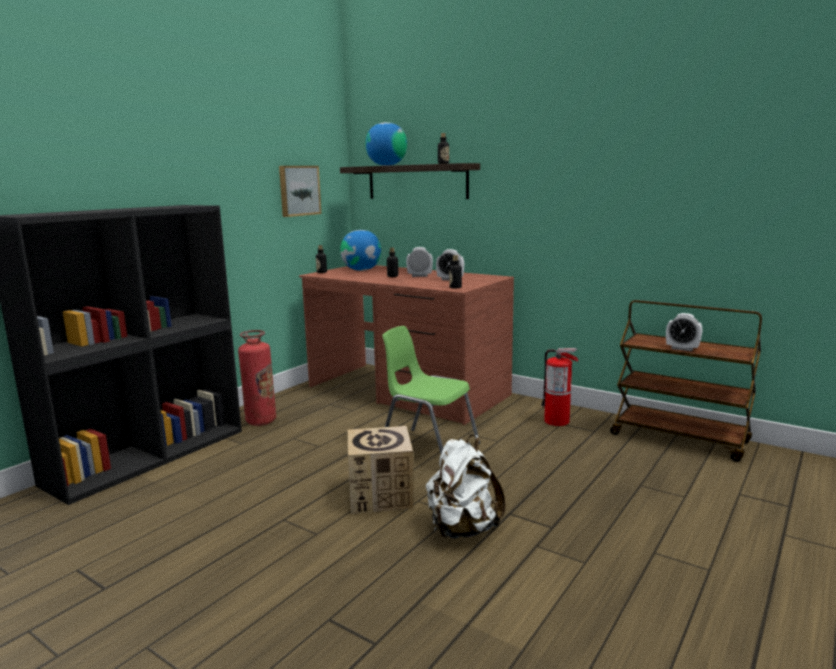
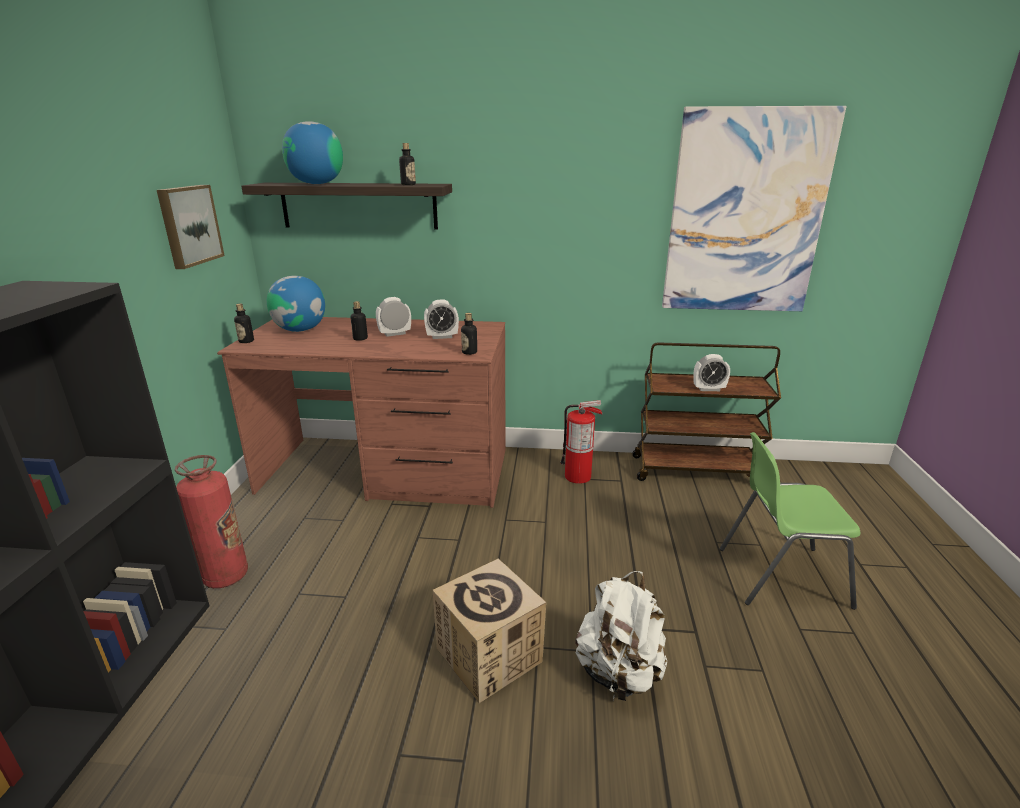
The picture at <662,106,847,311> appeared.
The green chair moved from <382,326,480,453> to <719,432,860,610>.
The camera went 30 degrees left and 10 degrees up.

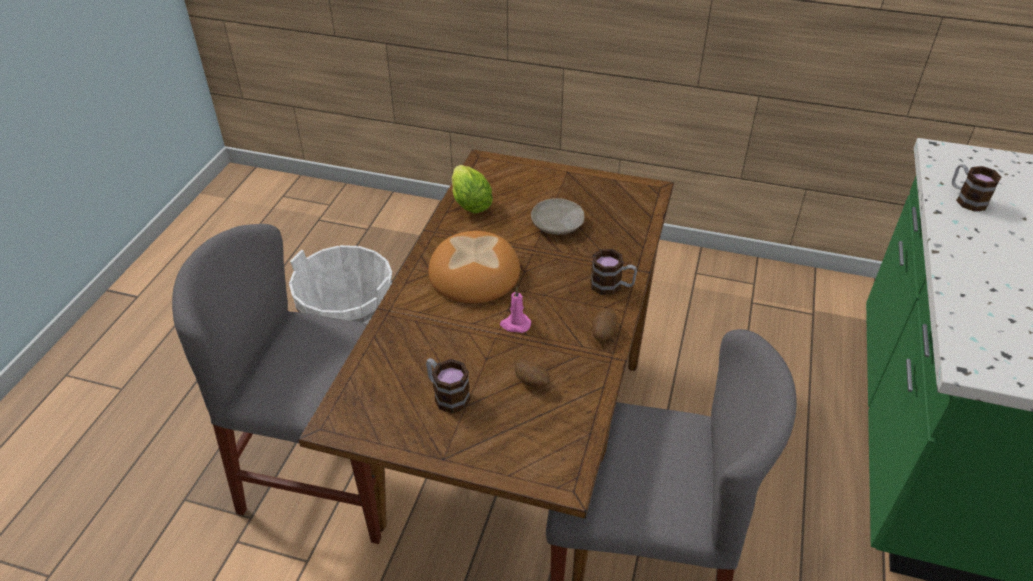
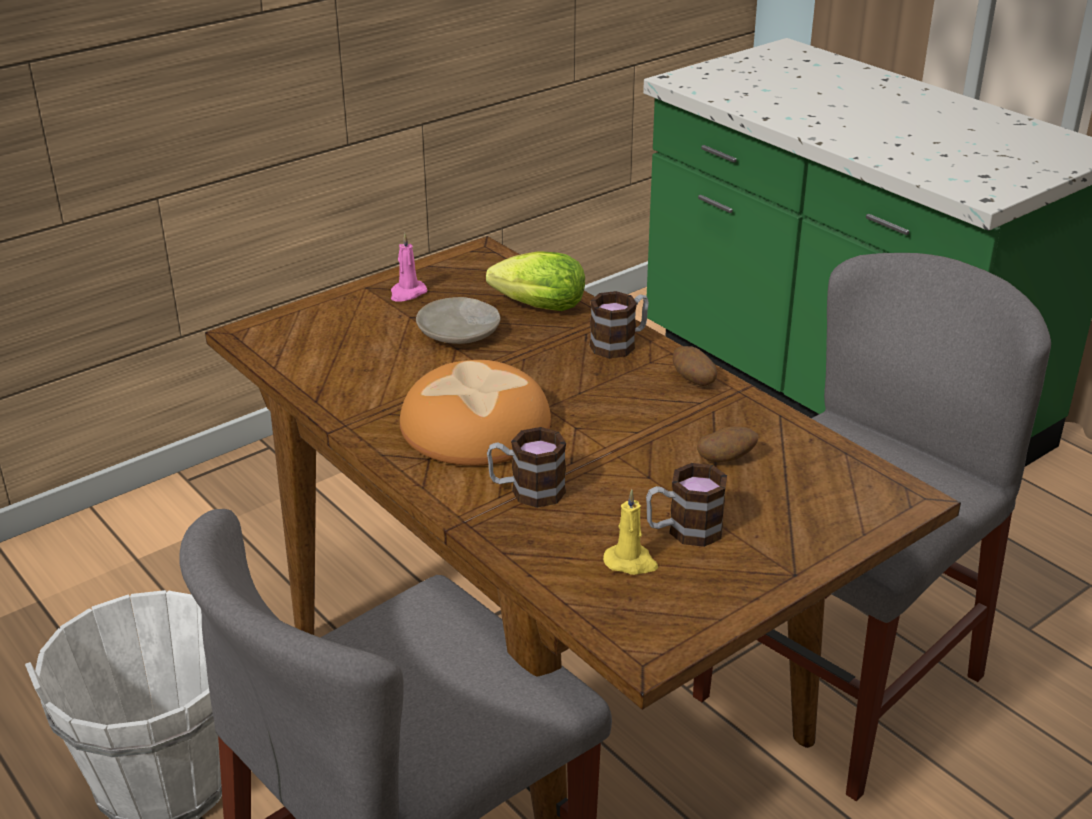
The pink candle moved from <500,287,531,333> to <391,233,427,302>.
The lettuce moved from <452,165,493,213> to <486,251,585,311>.
The mug moved from <952,164,1001,212> to <487,427,566,508>.
The yellow candle at <603,490,658,575> appeared.
The camera went 55 degrees left and 10 degrees down.

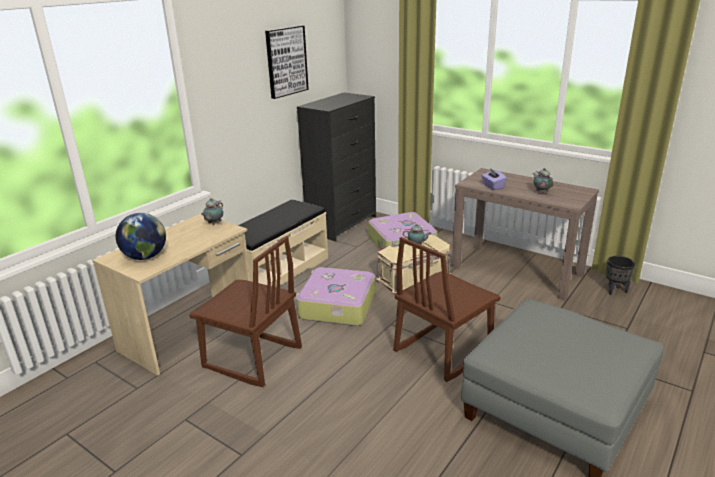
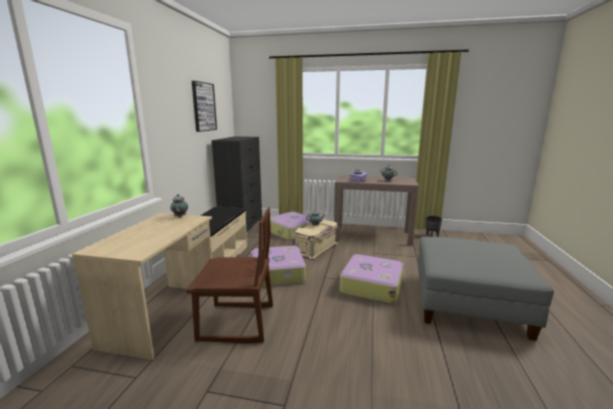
The brown chair at <394,237,501,382> was replaced by the suitcase at <340,254,404,304>.
The globe at <116,213,166,260> disappeared.
The camera went 25 degrees left and 10 degrees down.

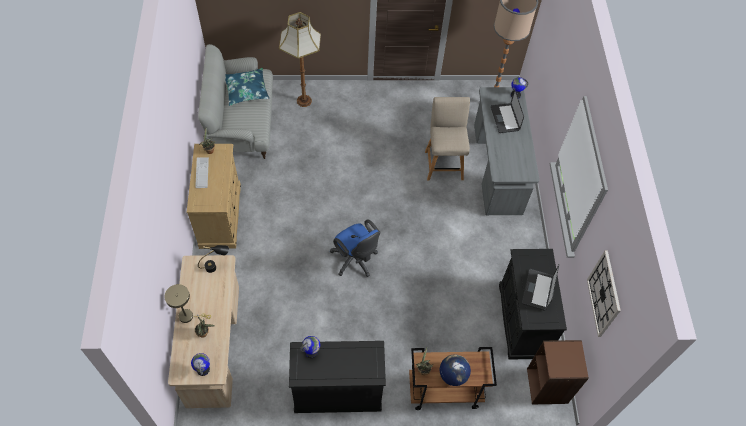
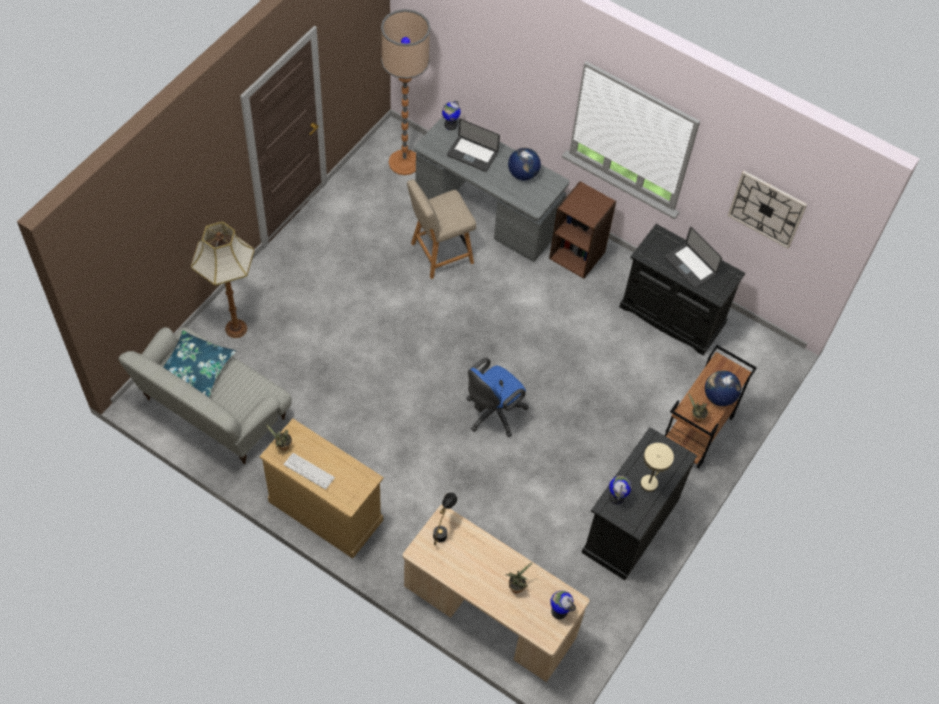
The beige chair at <425,97,470,180> turned 60 degrees counterclockwise.
The blue office chair at <330,219,380,277> turned 135 degrees clockwise.
The globe at <508,148,541,181> appeared.
The brown bookcase moved from <527,340,589,404> to <549,181,616,279>.
The beige table lamp moved from <164,284,211,323> to <640,443,674,492>.
The camera went 55 degrees left and 0 degrees up.

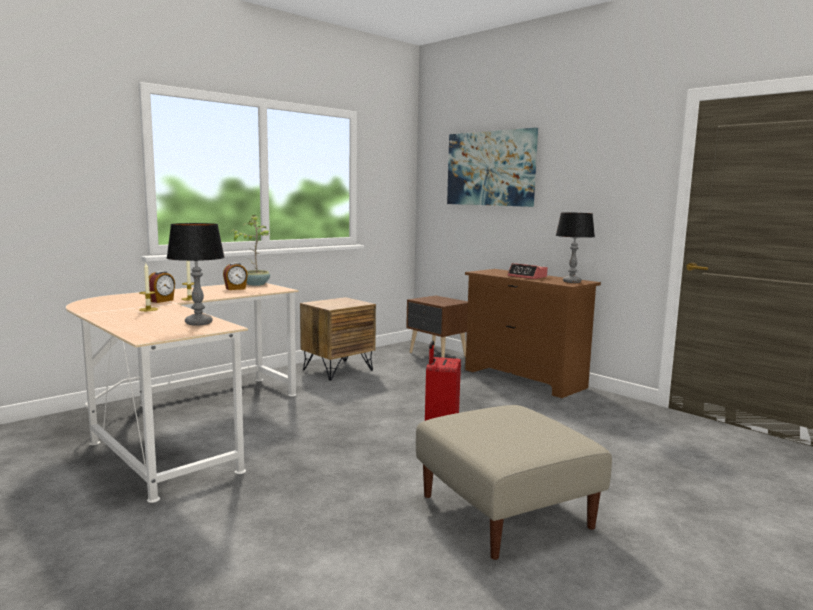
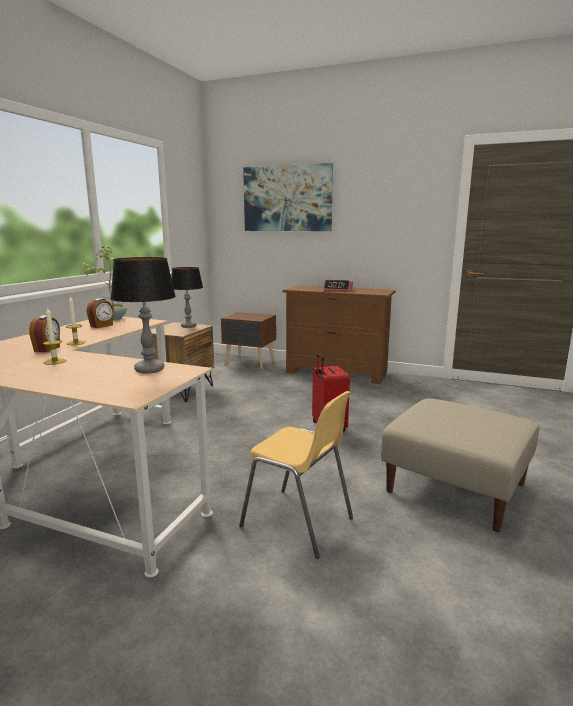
The table lamp moved from <556,212,595,283> to <171,267,203,328>.
The yellow chair at <239,391,353,559> appeared.
The camera went 25 degrees left and 5 degrees up.

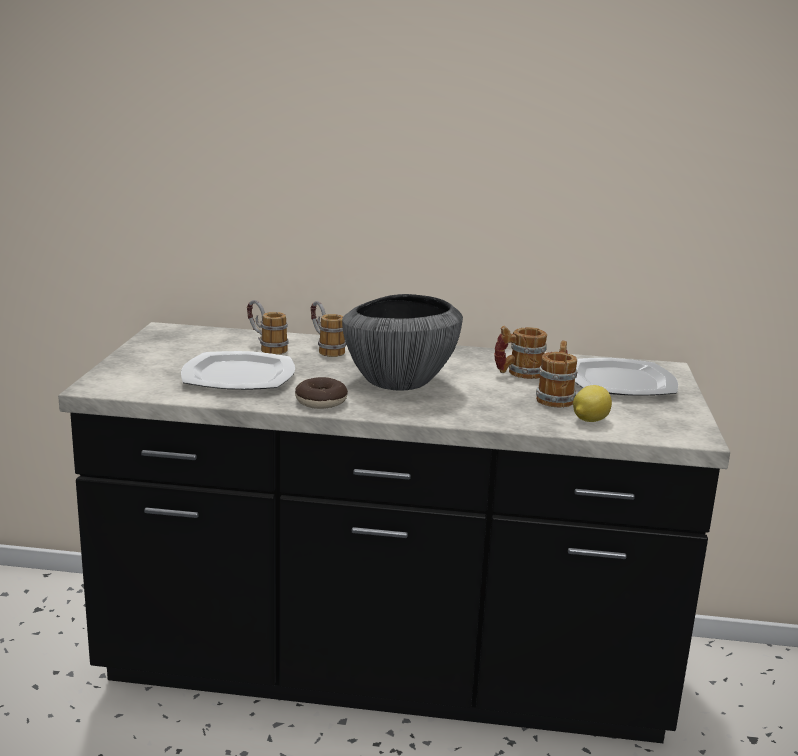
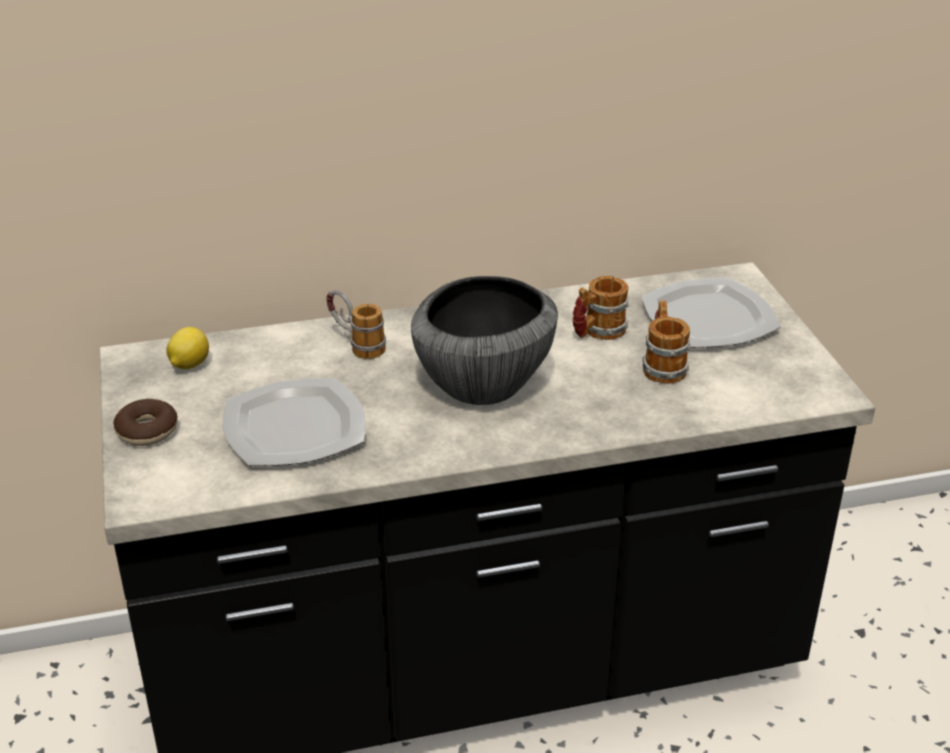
The donut moved from <295,377,348,409> to <113,399,178,446>.
The lemon moved from <573,385,612,422> to <166,327,209,369>.
The mug at <247,300,288,355> disappeared.
The camera went 20 degrees left and 15 degrees up.

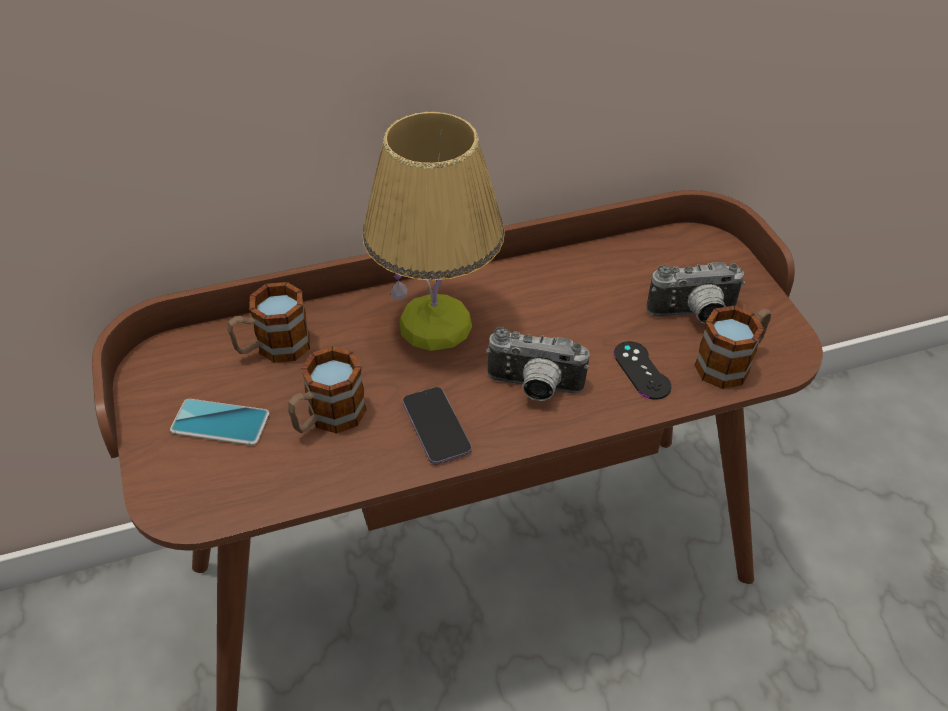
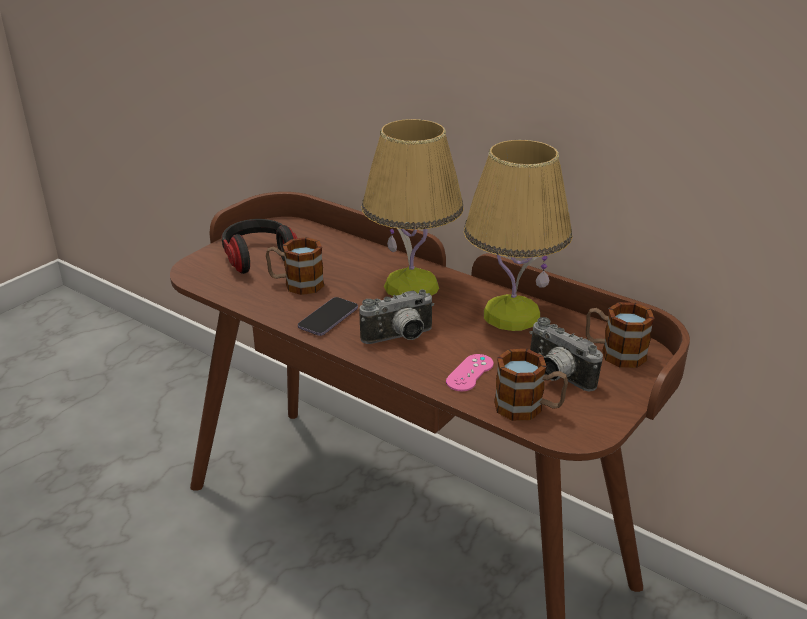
The phone at <170,399,270,445> was replaced by the headphones at <222,219,297,274>.
The photo camera at <486,327,589,401> turned 90 degrees counterclockwise.
The black game controller at <614,341,671,400> became the pink game controller at <446,354,494,391>.
The table lamp at <464,139,572,331> appeared.
The mug moved from <227,282,310,363> to <586,302,655,368>.
The camera went 55 degrees right and 15 degrees down.

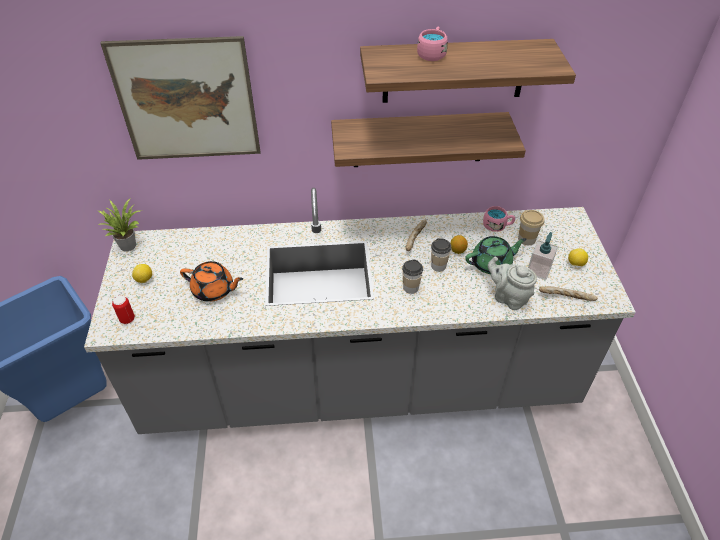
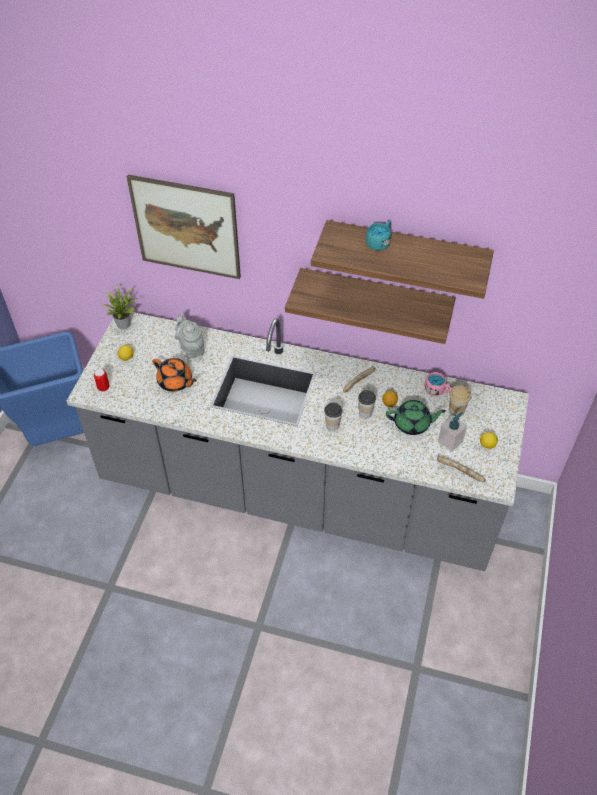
The grey teapot moved from <488,257,537,310> to <175,313,204,358>.
The pink mug at <417,27,448,61> became the turquoise mug at <366,221,391,251>.
The camera went 20 degrees right and 5 degrees up.

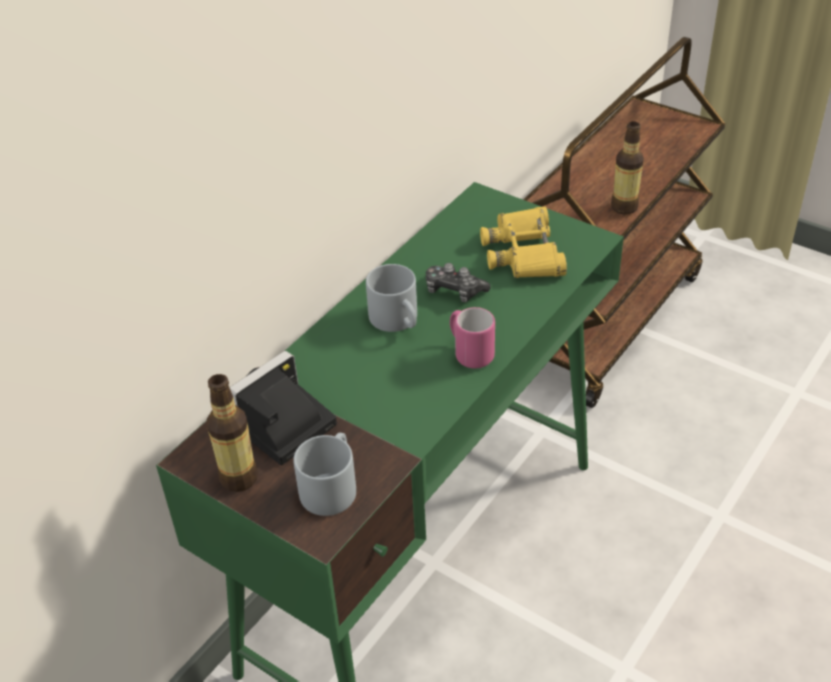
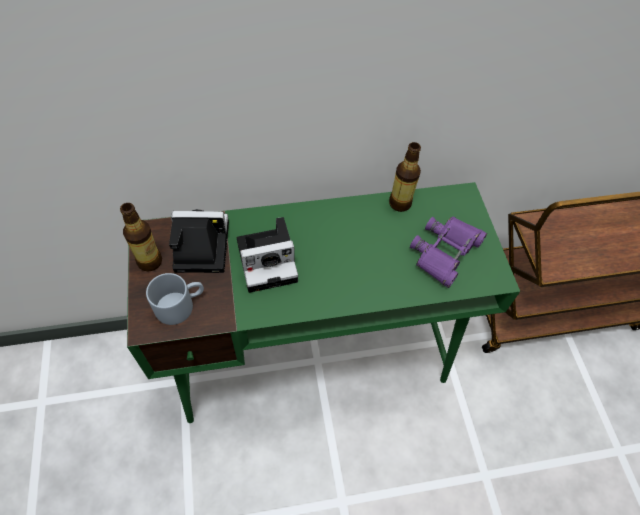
The photo camera at <237,217,298,293> appeared.
The bottle moved from <611,121,644,215> to <389,142,421,212>.
The yellow binoculars at <480,207,567,278> became the purple binoculars at <410,216,487,288>.
The grey mug at <366,264,417,332> disappeared.
The game controller at <426,263,491,302> disappeared.
The pink mug at <450,307,495,368> disappeared.
The camera went 40 degrees right and 15 degrees up.

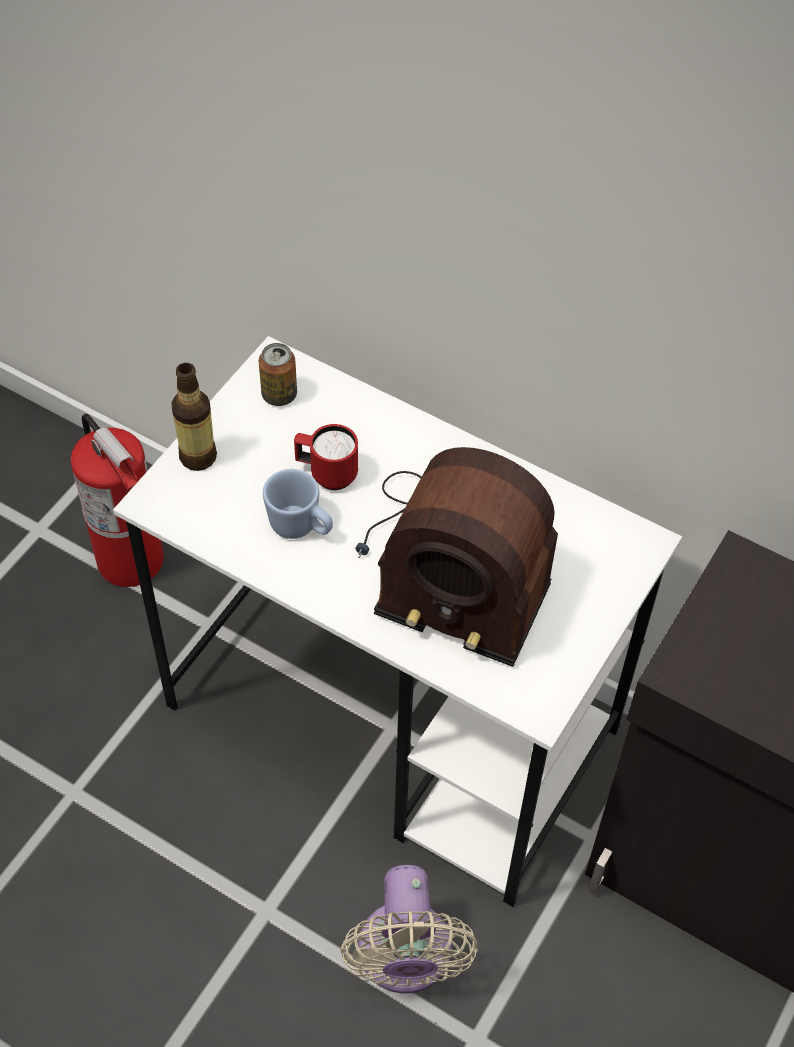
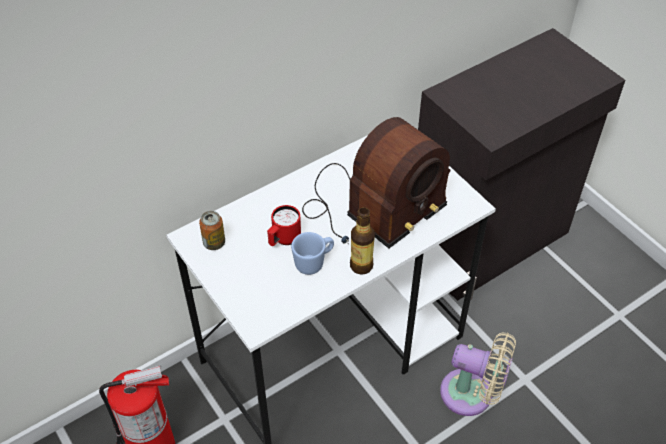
The bottle moved from <172,363,217,471> to <350,207,375,275>.
The camera went 65 degrees left and 5 degrees down.

